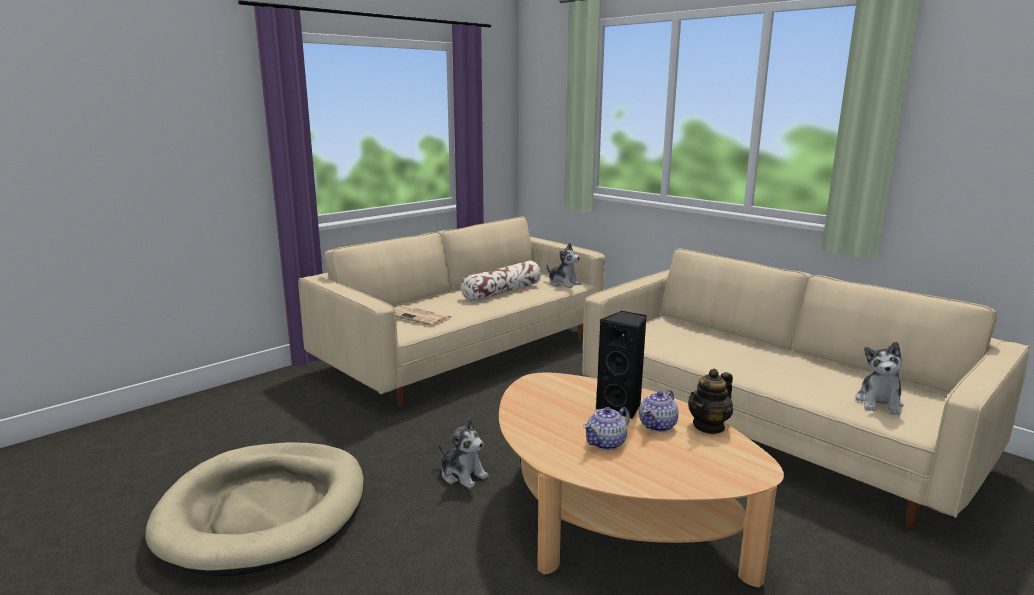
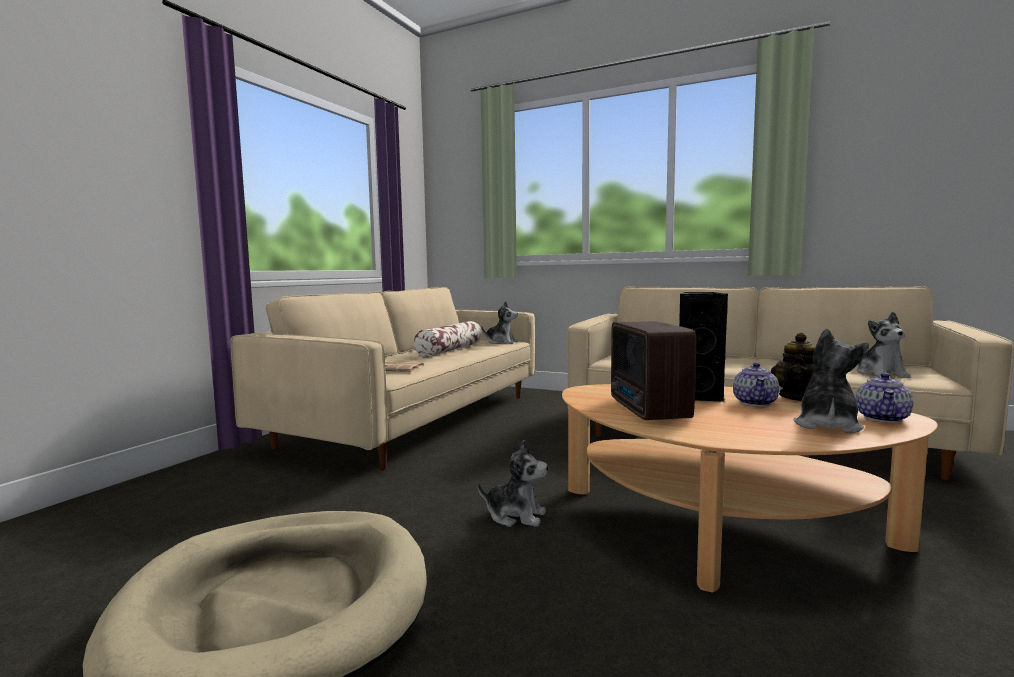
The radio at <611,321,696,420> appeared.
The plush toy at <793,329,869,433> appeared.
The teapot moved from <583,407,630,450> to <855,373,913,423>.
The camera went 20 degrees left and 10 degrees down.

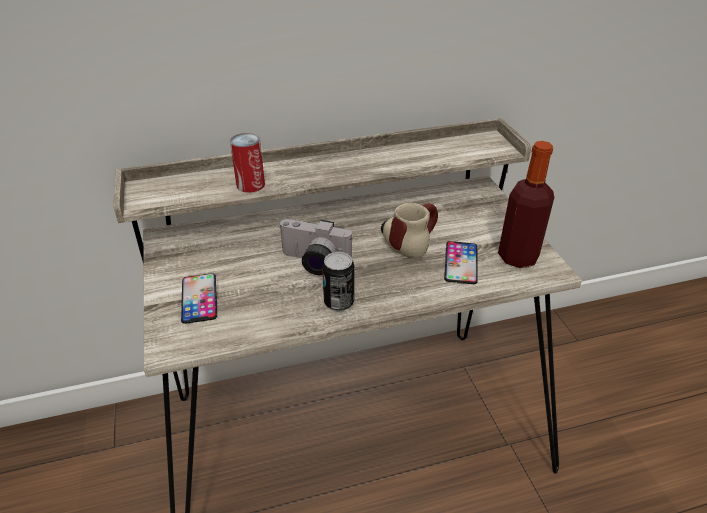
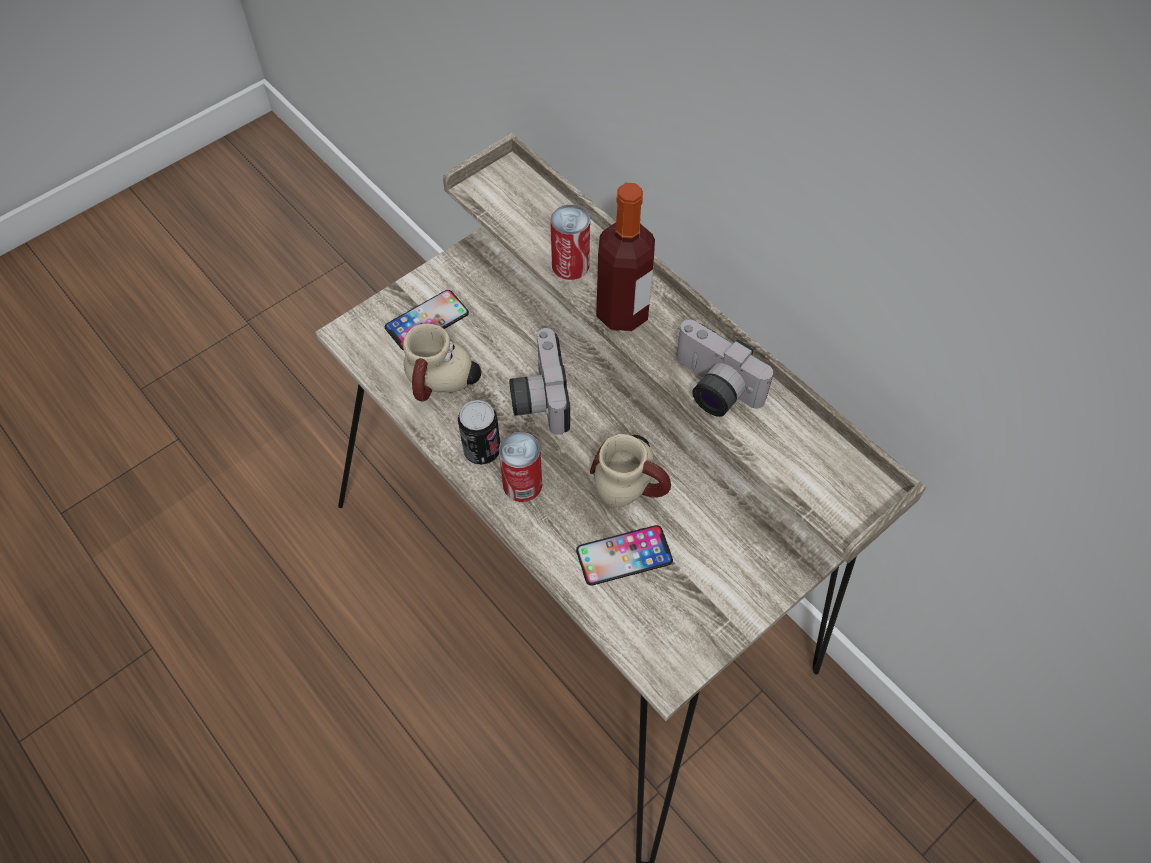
The mug at <403,323,481,401> appeared.
The can at <499,432,542,502> appeared.
The bottle moved from <498,141,554,268> to <596,183,655,331>.
The photo camera at <676,320,774,417> appeared.
The camera went 65 degrees right and 20 degrees up.

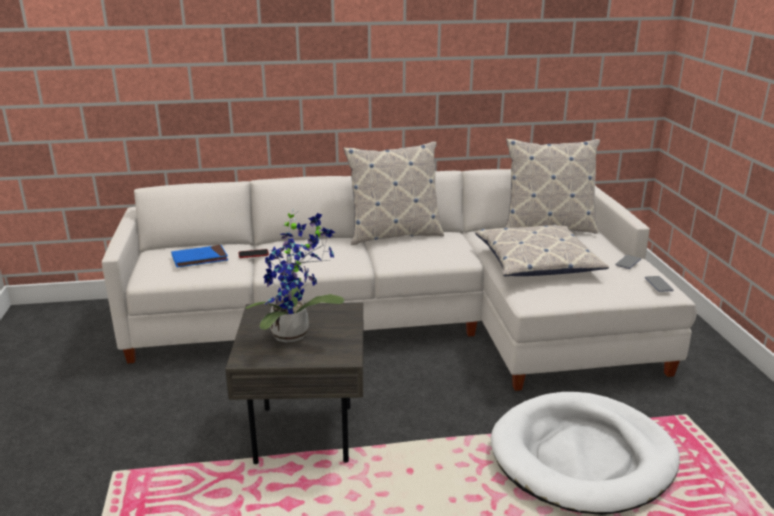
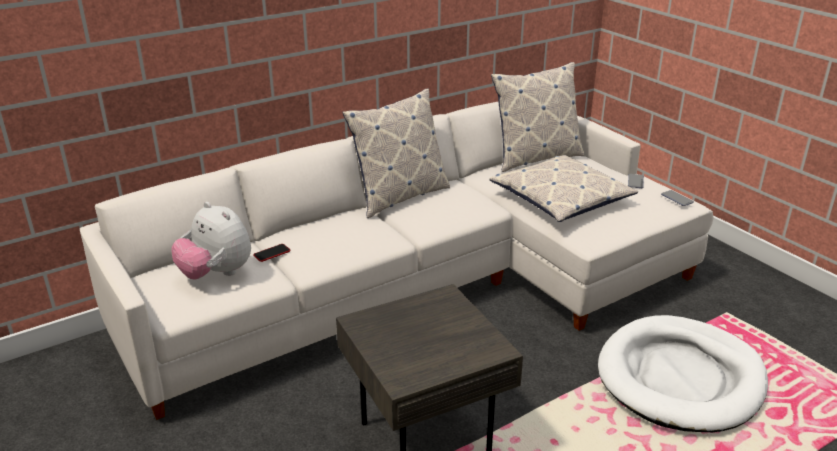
The blue book at <171,245,228,267> was replaced by the plush toy at <171,202,251,279>.
The potted plant at <245,209,344,343> disappeared.
The camera went 25 degrees left and 5 degrees up.

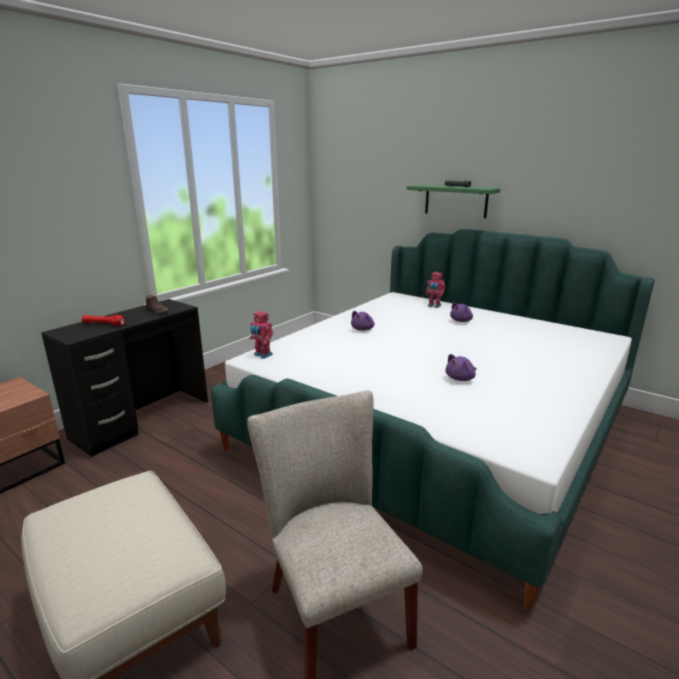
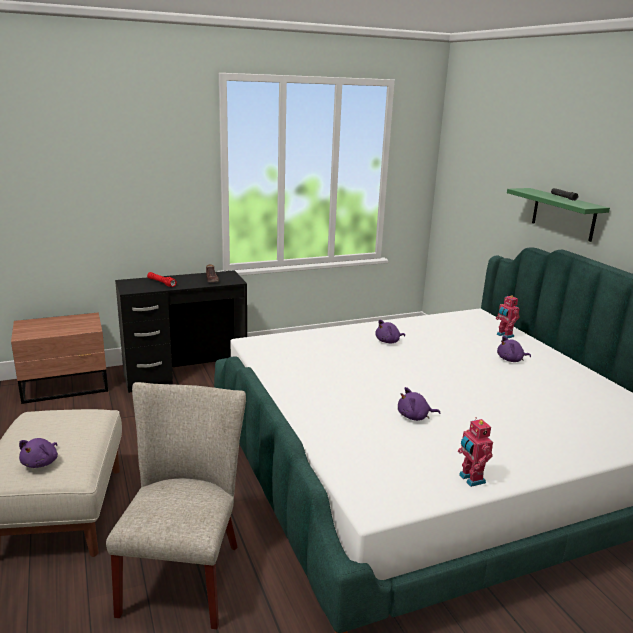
The purple plush toy at <19,438,58,468> appeared.
The toy robot moved from <250,310,273,359> to <458,417,493,487>.
The camera went 30 degrees right and 0 degrees up.

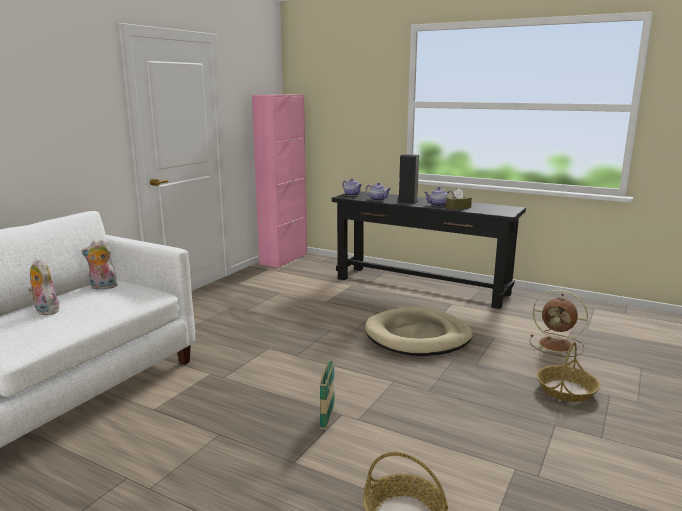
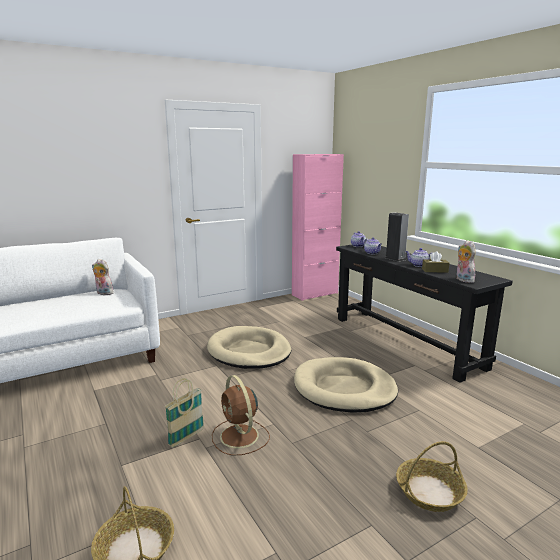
The beige dog bed at <207,326,291,369> appeared.
The brown fan moved from <530,290,588,357> to <212,375,270,455>.
The plush toy moved from <28,258,59,315> to <457,240,476,283>.
The camera went 30 degrees right and 0 degrees up.

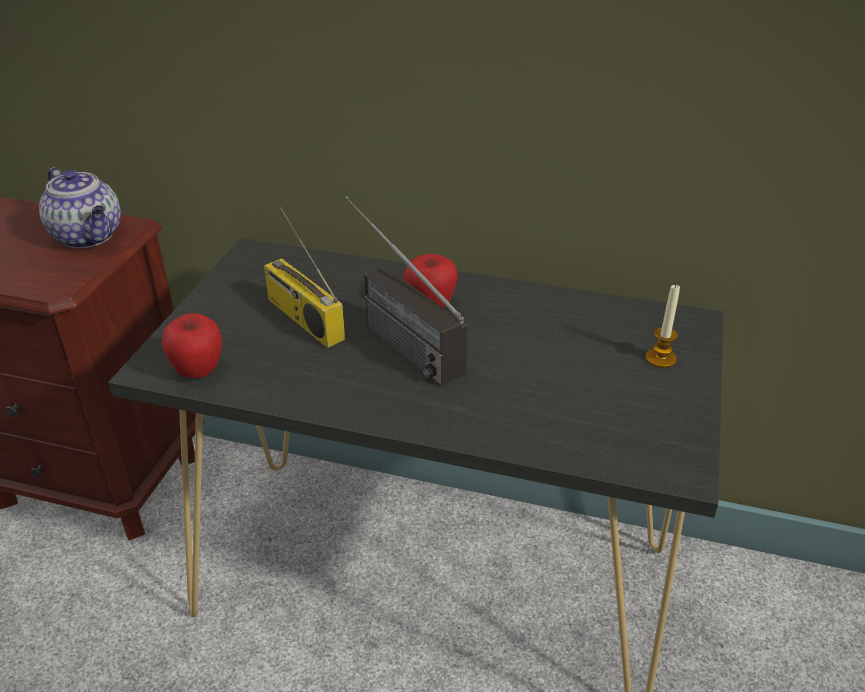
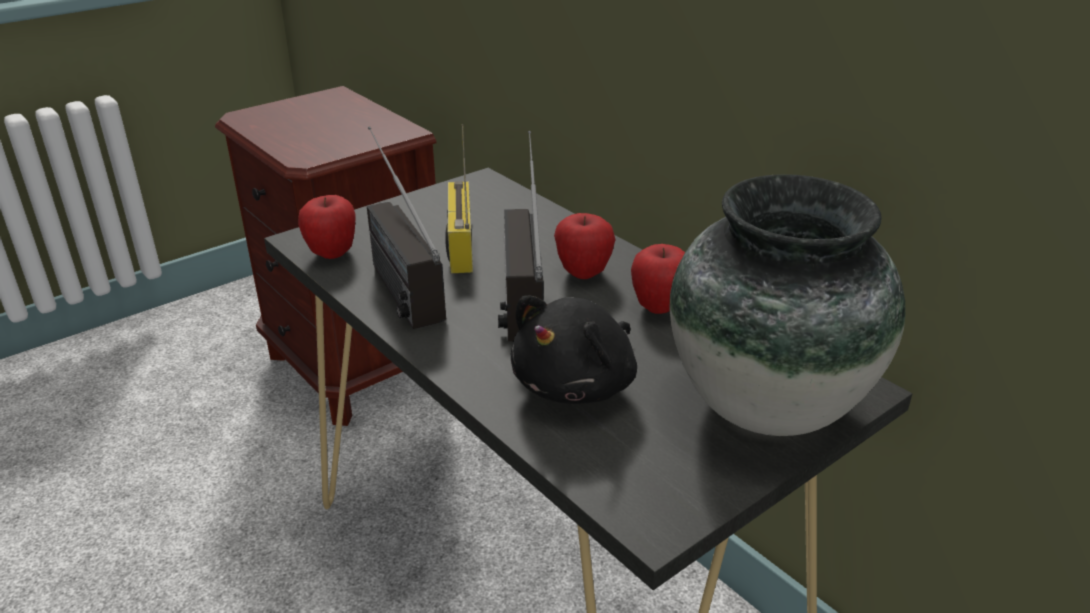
The radio at <367,126,446,329> appeared.
The black plush toy at <510,295,637,404> appeared.
The apple at <631,244,685,314> appeared.
The candle at <646,285,680,368> was replaced by the vase at <669,174,906,436>.
The teapot at <39,167,121,248> disappeared.
The camera went 35 degrees right and 5 degrees down.

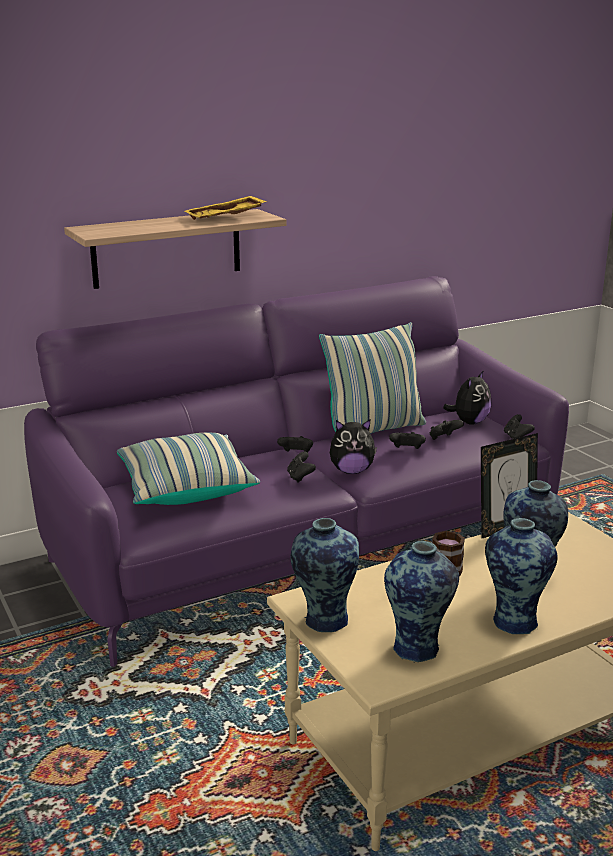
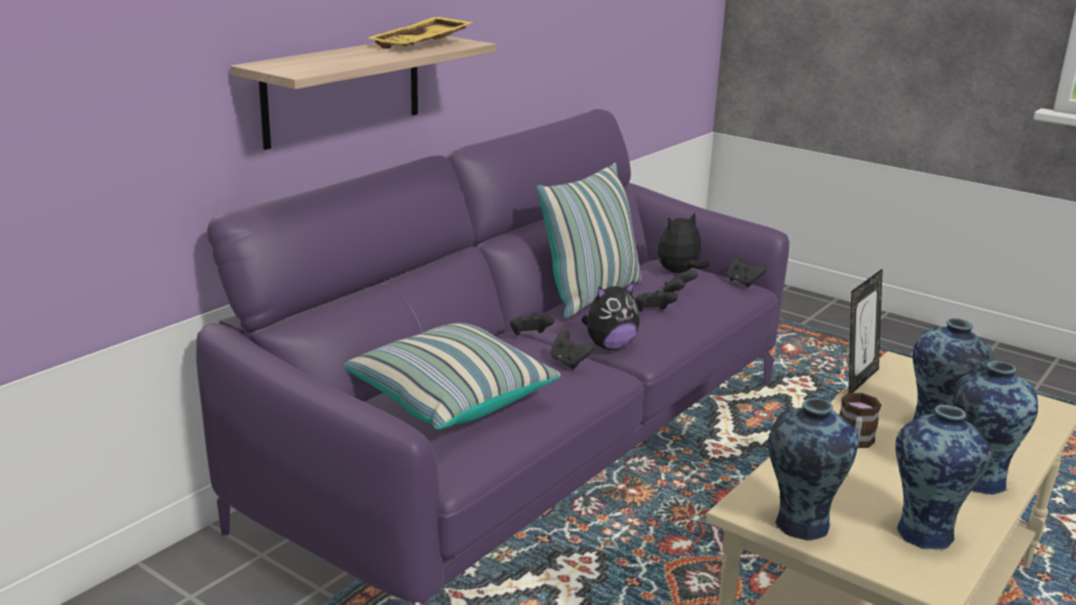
The plush toy at <443,370,492,425> turned 135 degrees counterclockwise.
The camera went 25 degrees left and 0 degrees up.

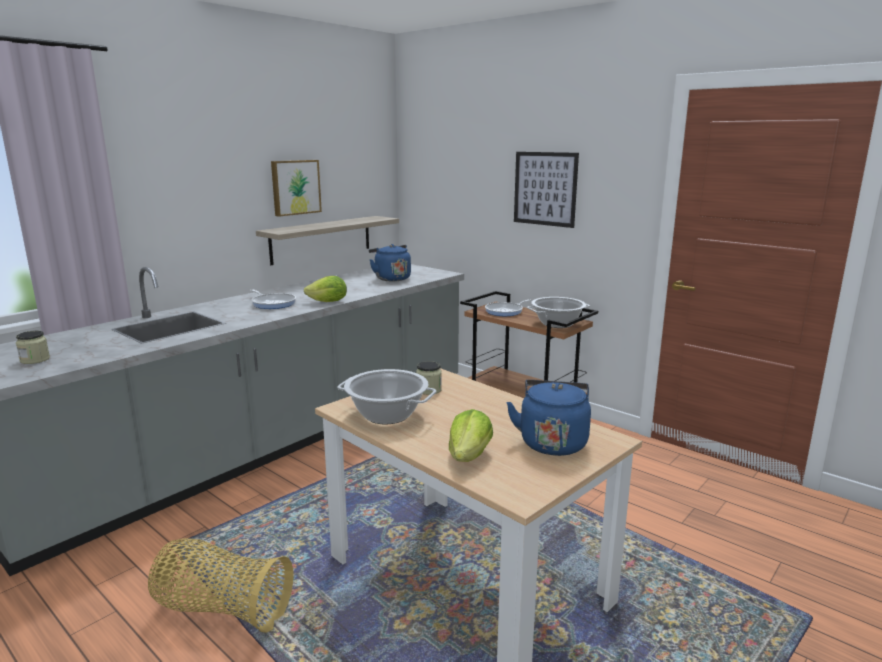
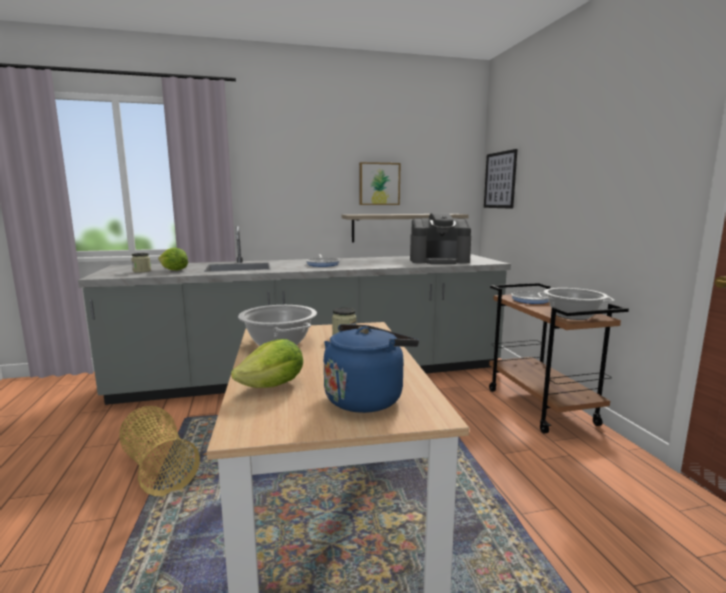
The lettuce moved from <304,276,347,302> to <158,248,188,270>.
The blue kettle at <369,244,411,281> was replaced by the coffee machine at <410,213,471,264>.
The picture moved from <514,152,579,228> to <484,149,518,209>.
The camera went 35 degrees right and 5 degrees down.

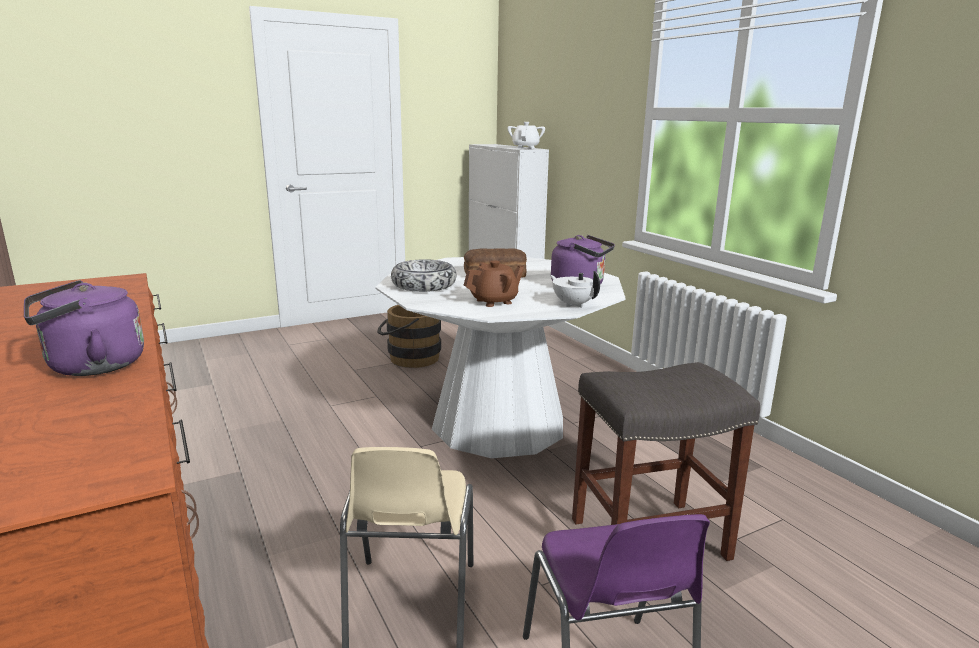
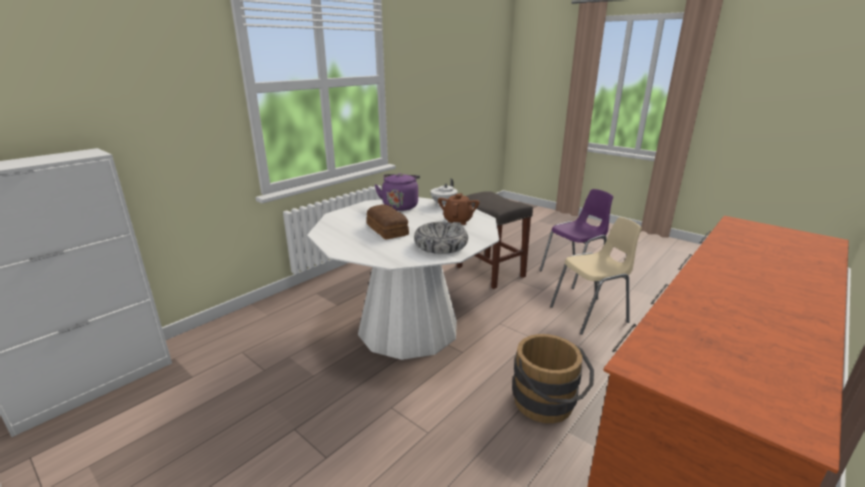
The brown teapot at <464,261,524,307> turned 60 degrees clockwise.
The brown bucket moved from <377,305,441,368> to <512,334,594,423>.
The purple kettle at <24,280,144,376> disappeared.
The white teapot at <507,122,545,149> disappeared.
The camera went 110 degrees left and 5 degrees up.

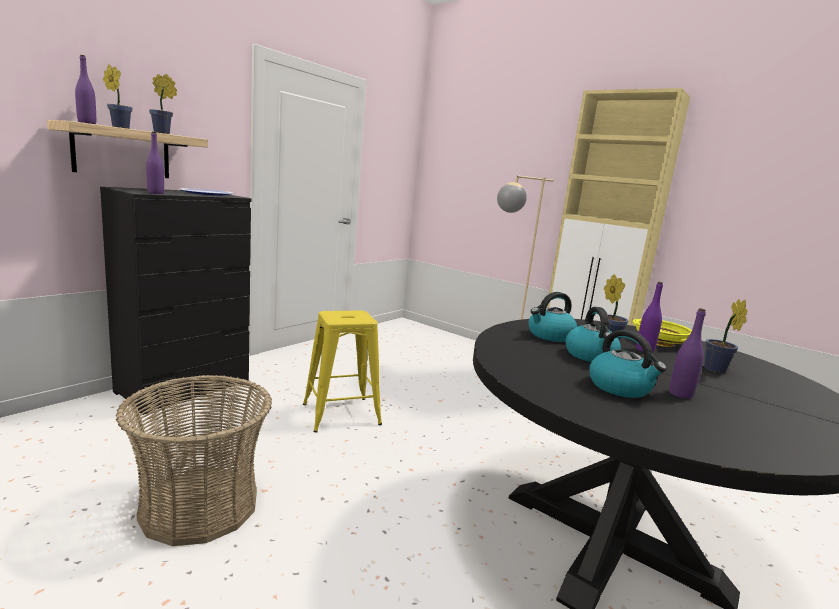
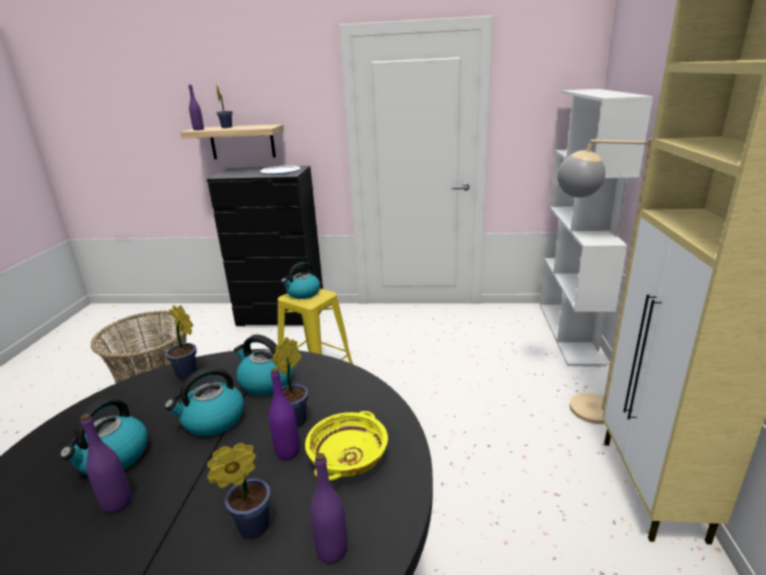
The potted plant moved from <149,74,177,134> to <165,305,197,380>.
The kettle at <281,262,320,299> appeared.
The purple bottle moved from <146,132,164,194> to <310,453,347,564>.
The white bookcase at <540,89,653,366> appeared.
The camera went 60 degrees right and 10 degrees up.

